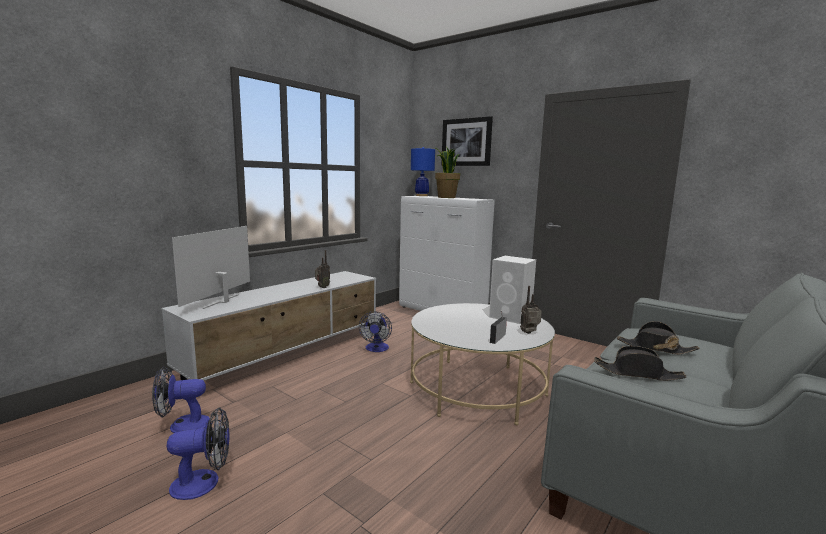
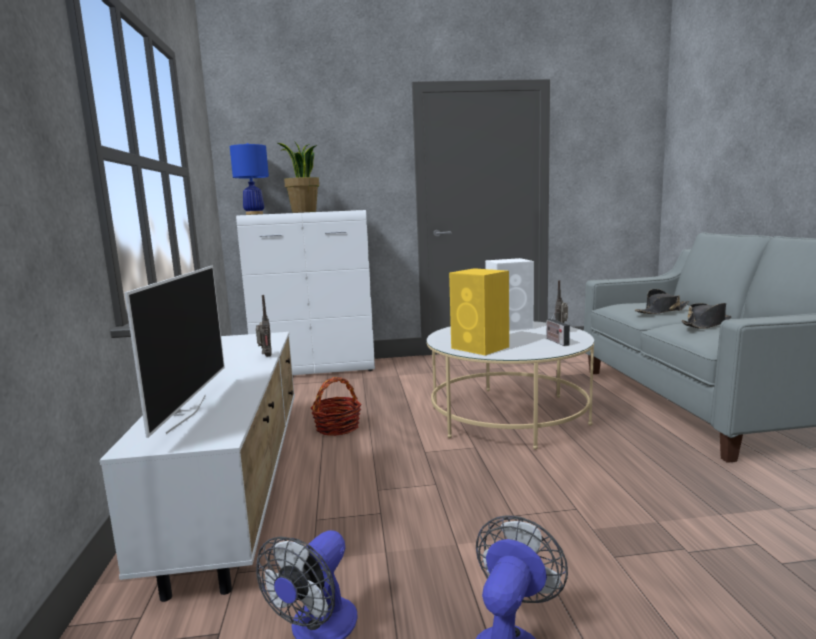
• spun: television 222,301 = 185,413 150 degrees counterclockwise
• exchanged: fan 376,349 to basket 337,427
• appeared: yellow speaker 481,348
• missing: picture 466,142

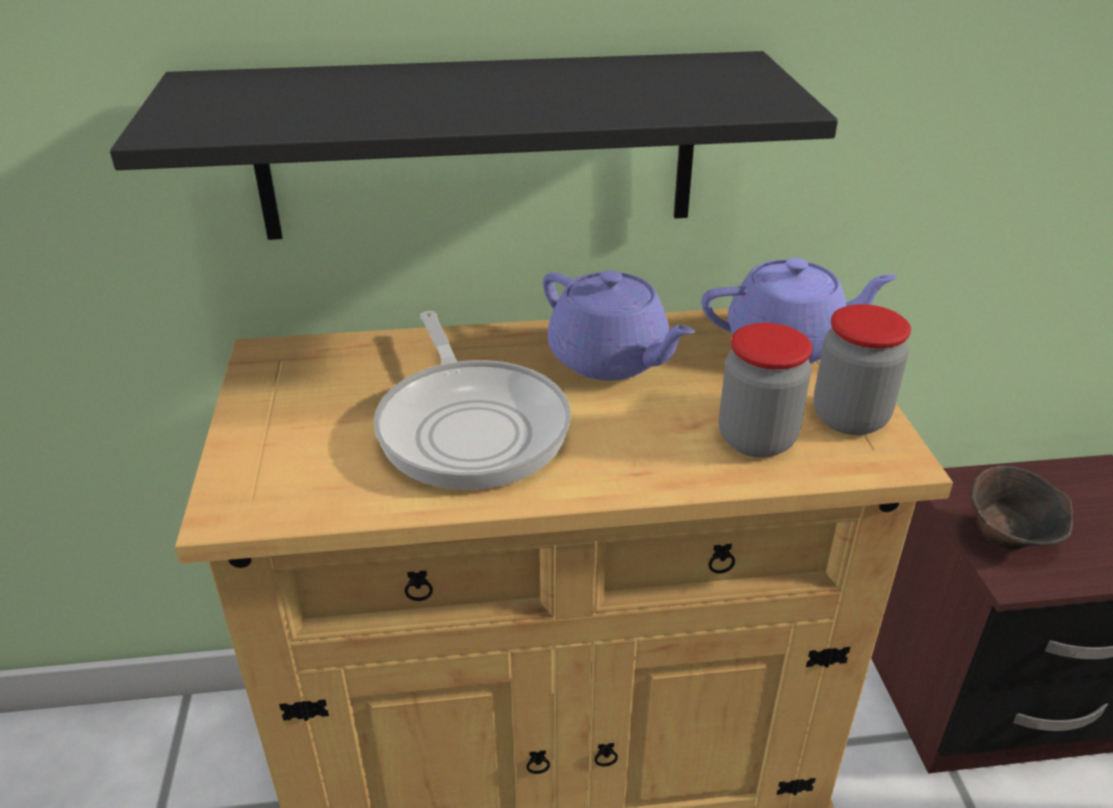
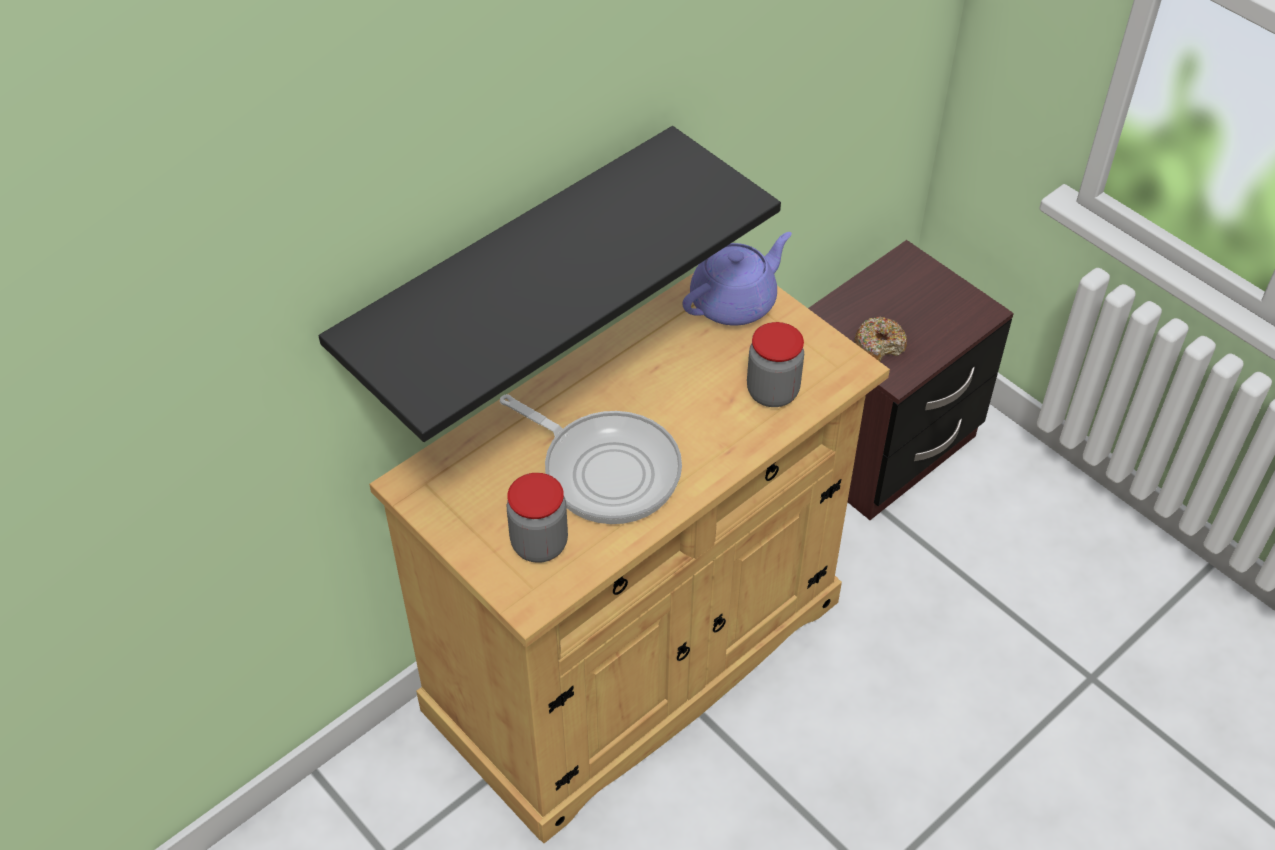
• relocated: jar 849,418 to 539,544
• exchanged: brown bowl 1009,537 to donut 879,345
• missing: purple teapot 610,360

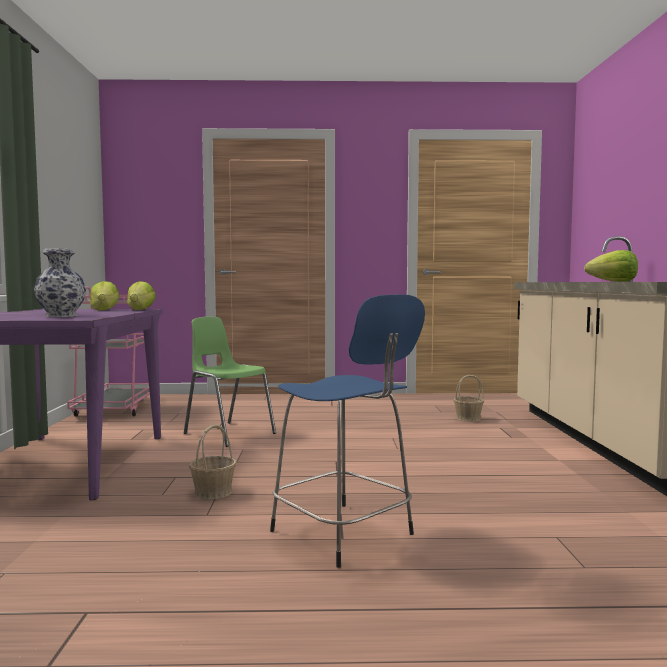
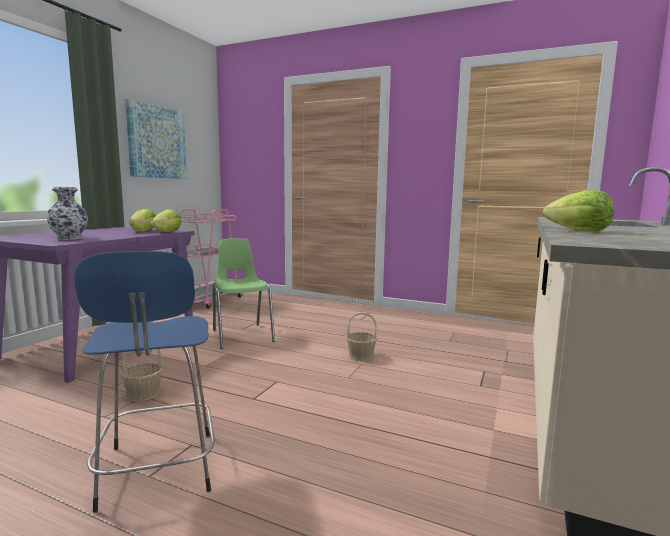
• appeared: picture 156,142
• relocated: basket 468,418 to 360,356

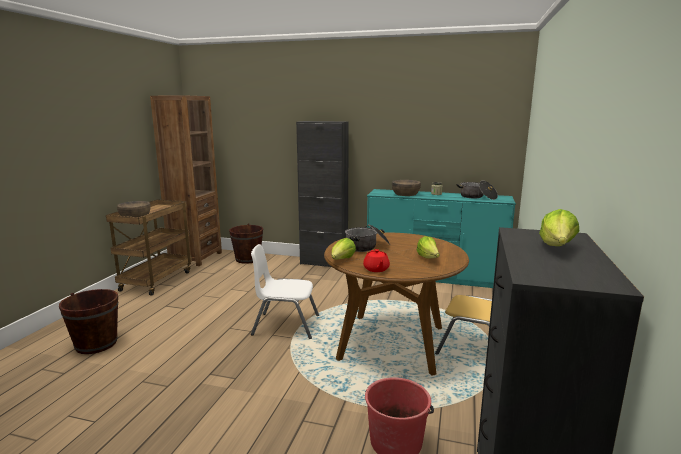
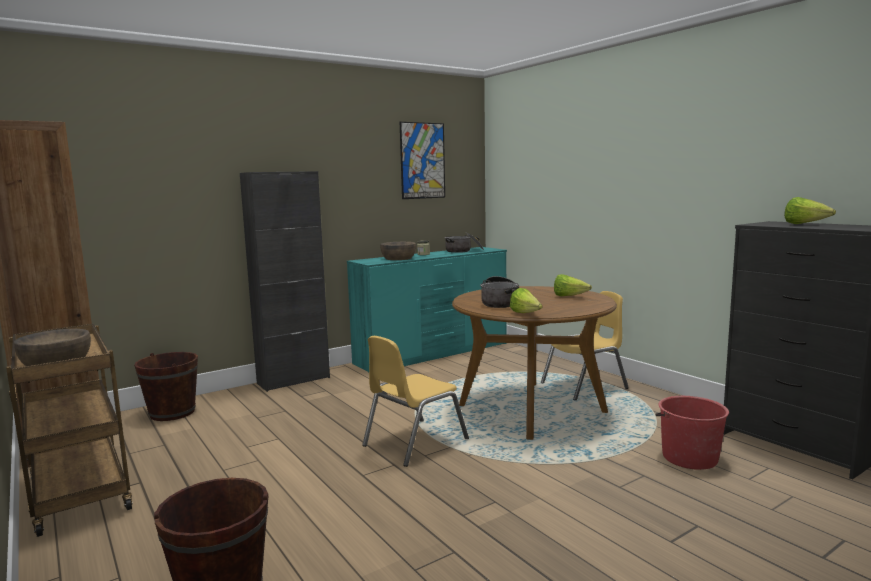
• colour: white chair 285,325 to yellow chair 414,442
• appeared: picture 422,160
• missing: red teapot 376,269

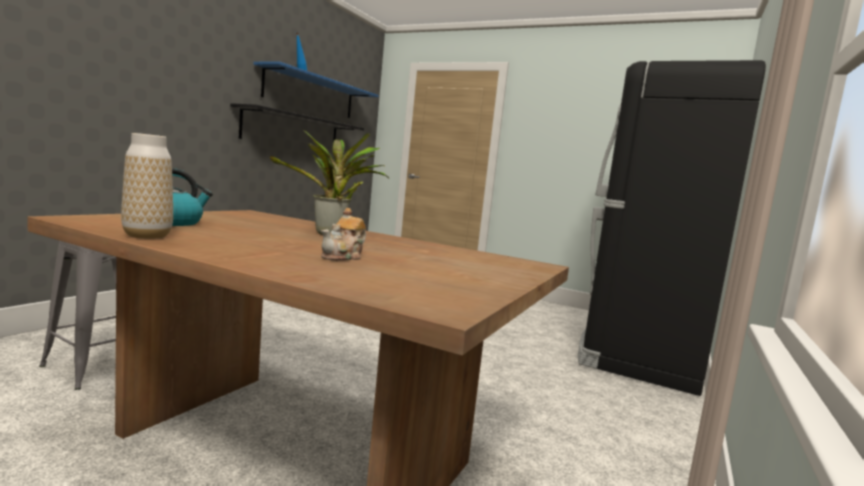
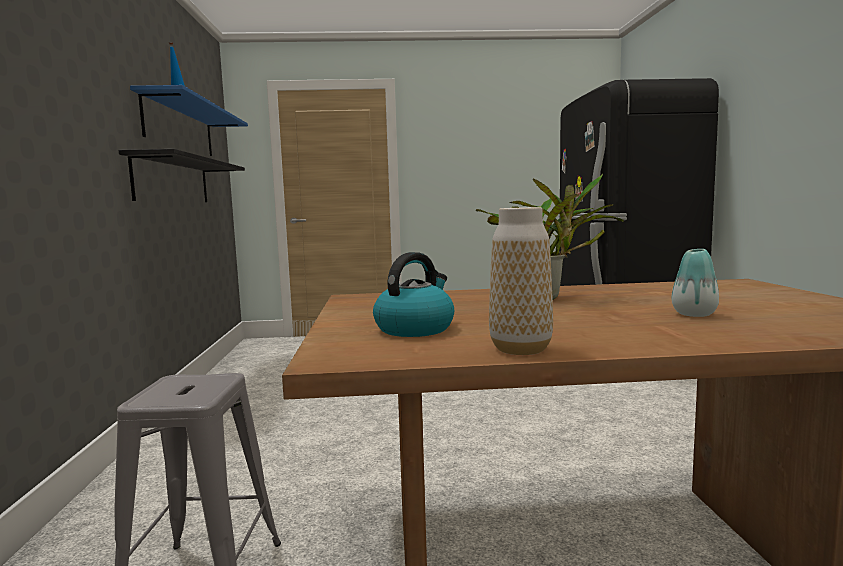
• exchanged: teapot 343,257 to vase 694,314

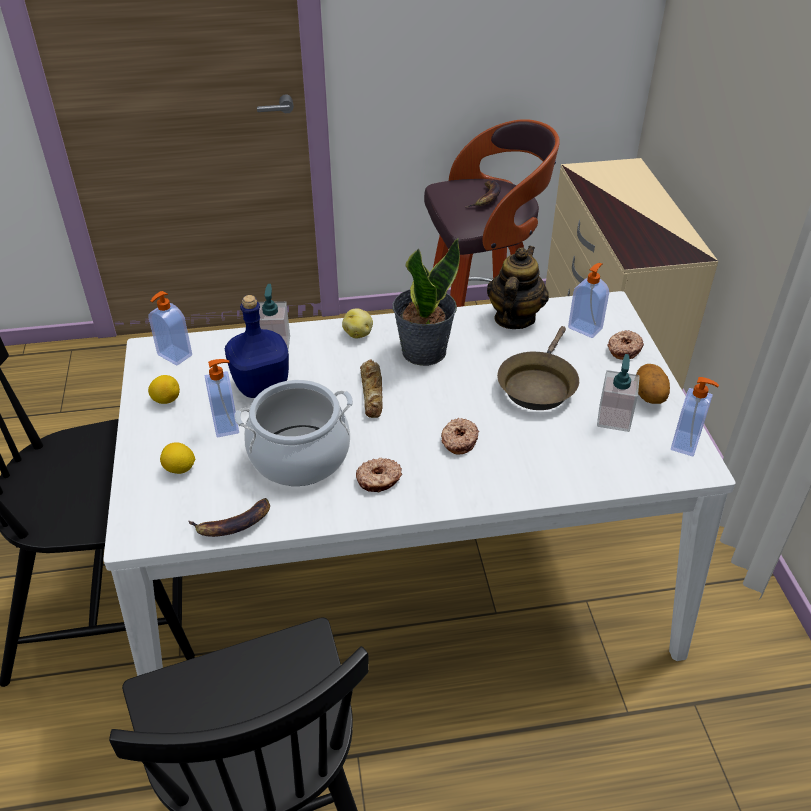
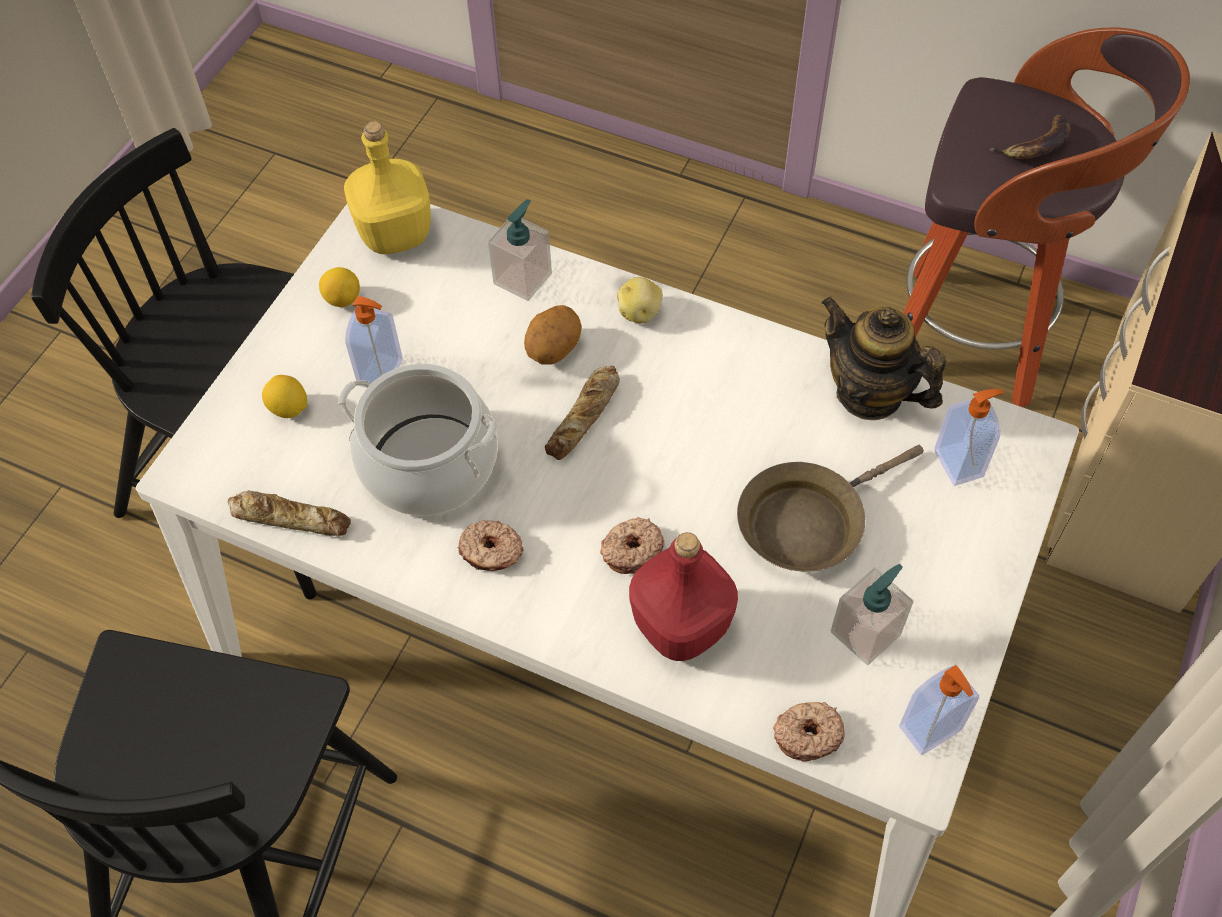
• exchanged: banana 233,524 to bread 290,517
• exchanged: soap dispenser 174,356 to yellow bottle 396,235
• relocated: potato 648,397 to 553,349
• appeared: red bottle 682,628
• relocated: donut 623,349 to 807,734
• spun: teapot 514,318 = 869,394 105 degrees counterclockwise
• missing: blue bottle 260,386
• missing: potted plant 423,351

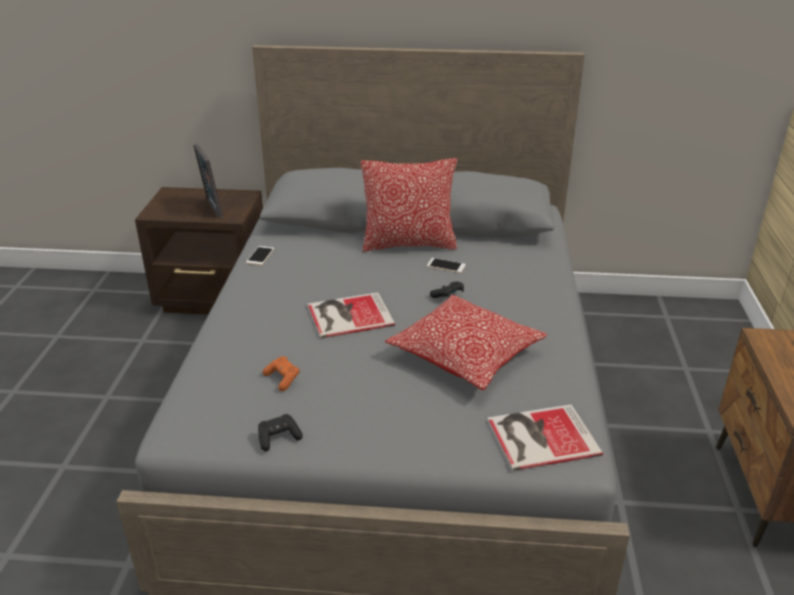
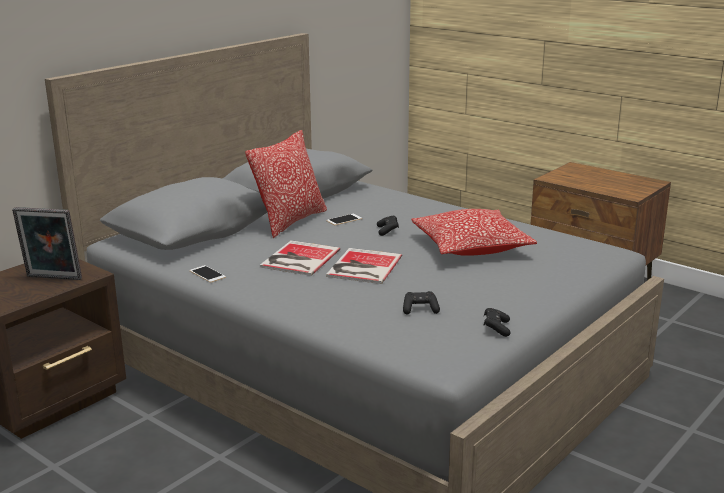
• relocated: book 539,436 to 298,259
• colour: orange game controller 282,379 to black game controller 420,309

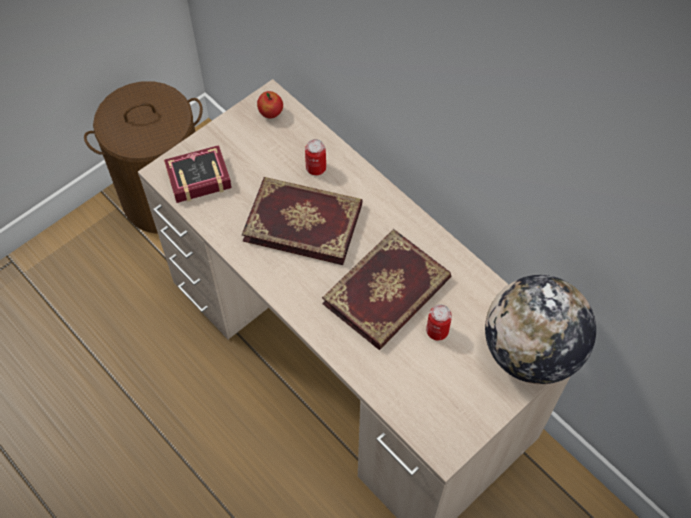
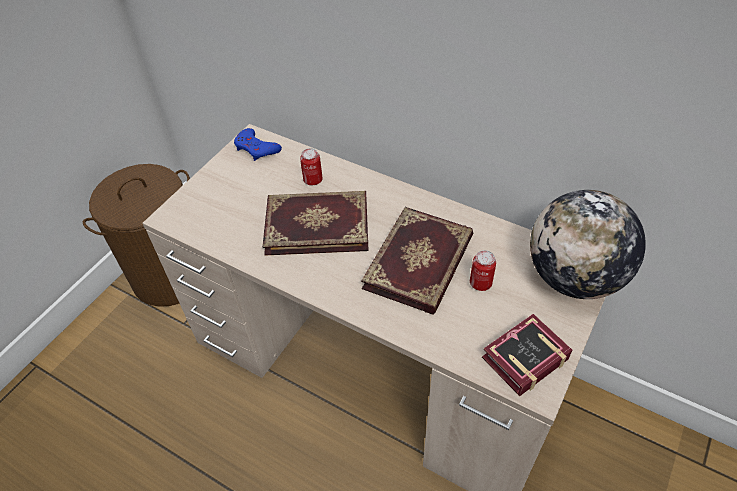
• exchanged: apple 271,113 to blue game controller 256,148
• relocated: book 195,177 to 521,359

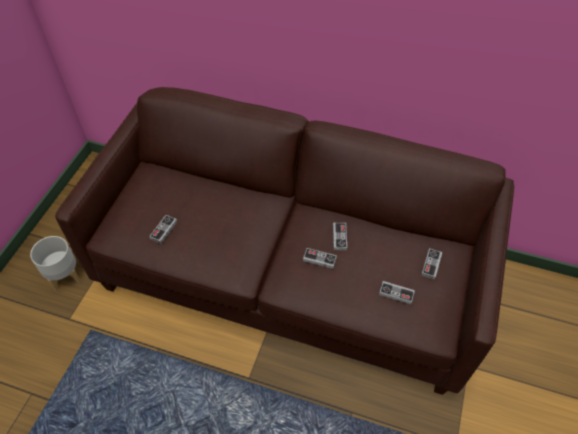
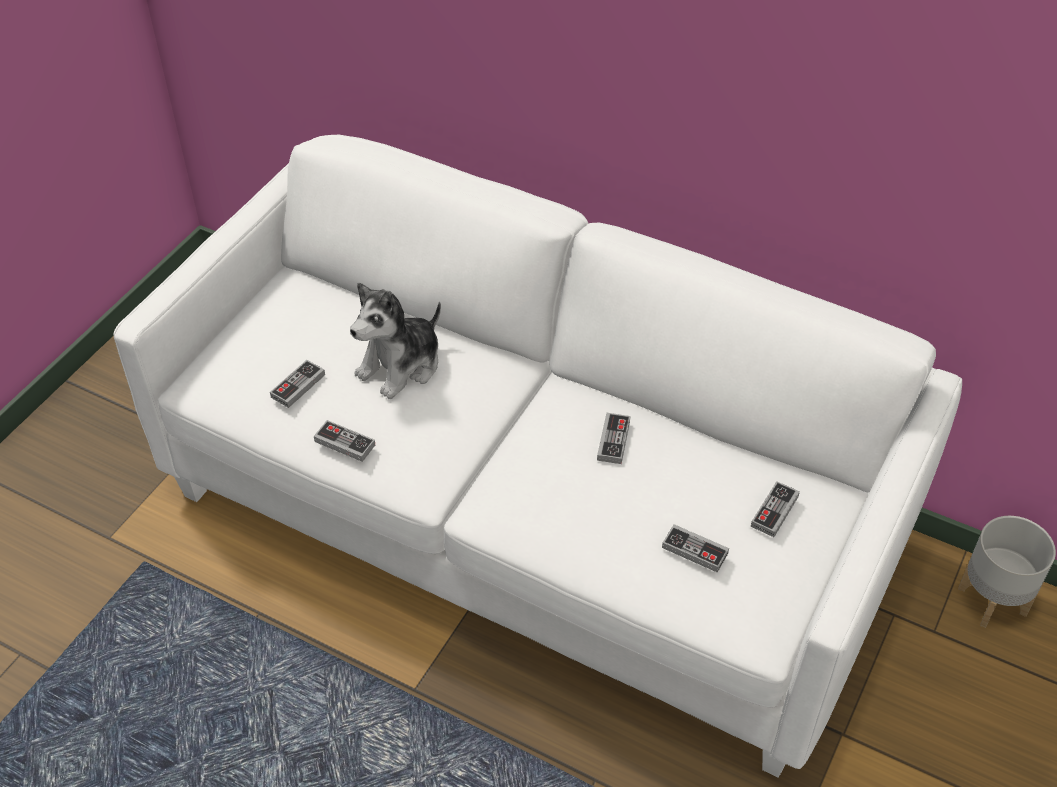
• colour: brown sofa 290,275 to white sofa 531,520
• relocated: game controller 319,259 to 344,443
• appeared: plush toy 401,366
• relocated: grey planter 65,276 to 993,600

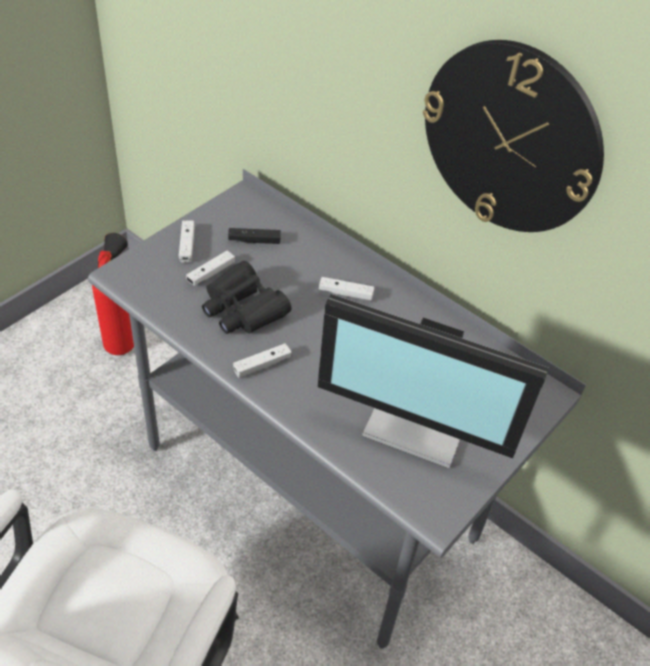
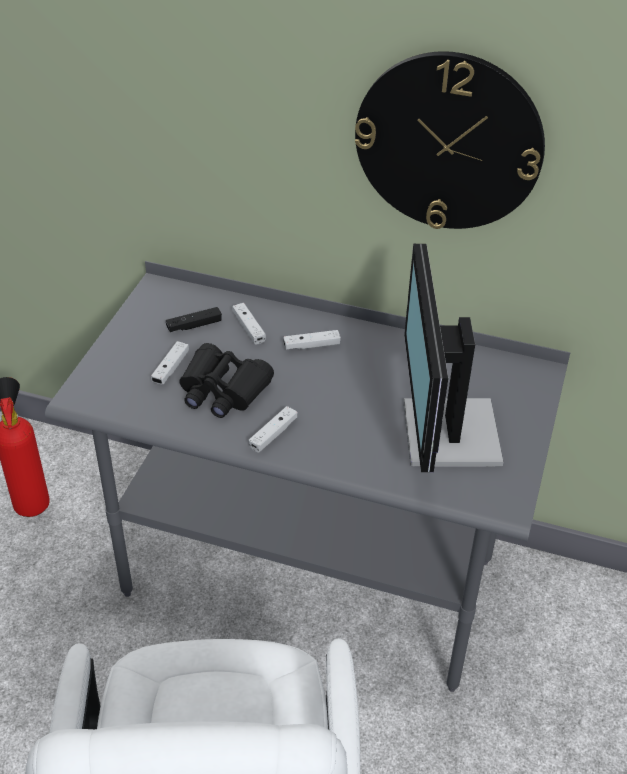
• relocated: white game controller 187,245 to 249,328
• spun: monitor 419,423 = 446,434 90 degrees clockwise

